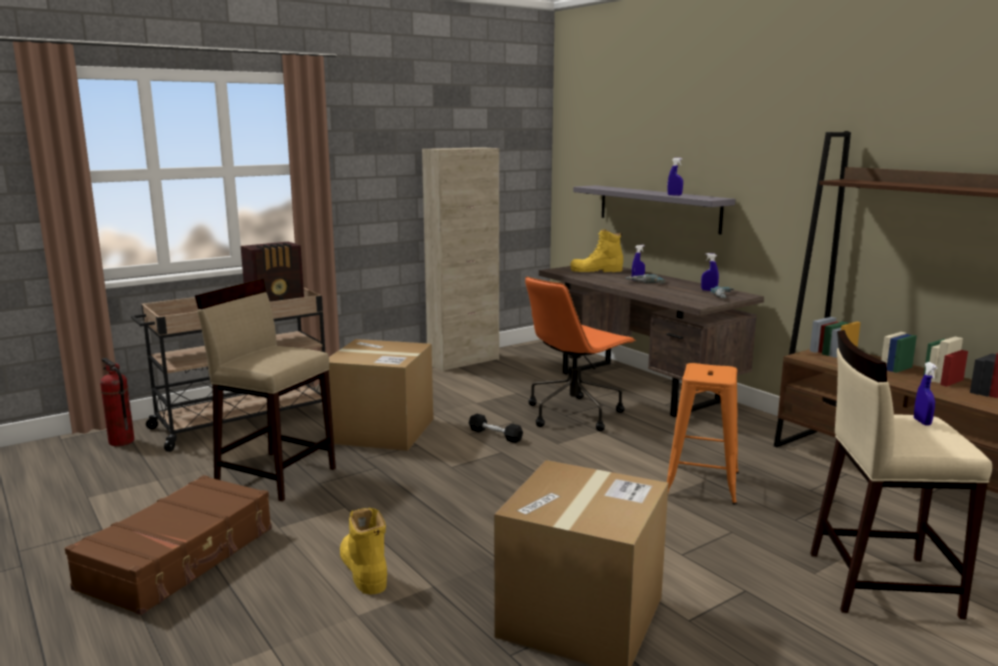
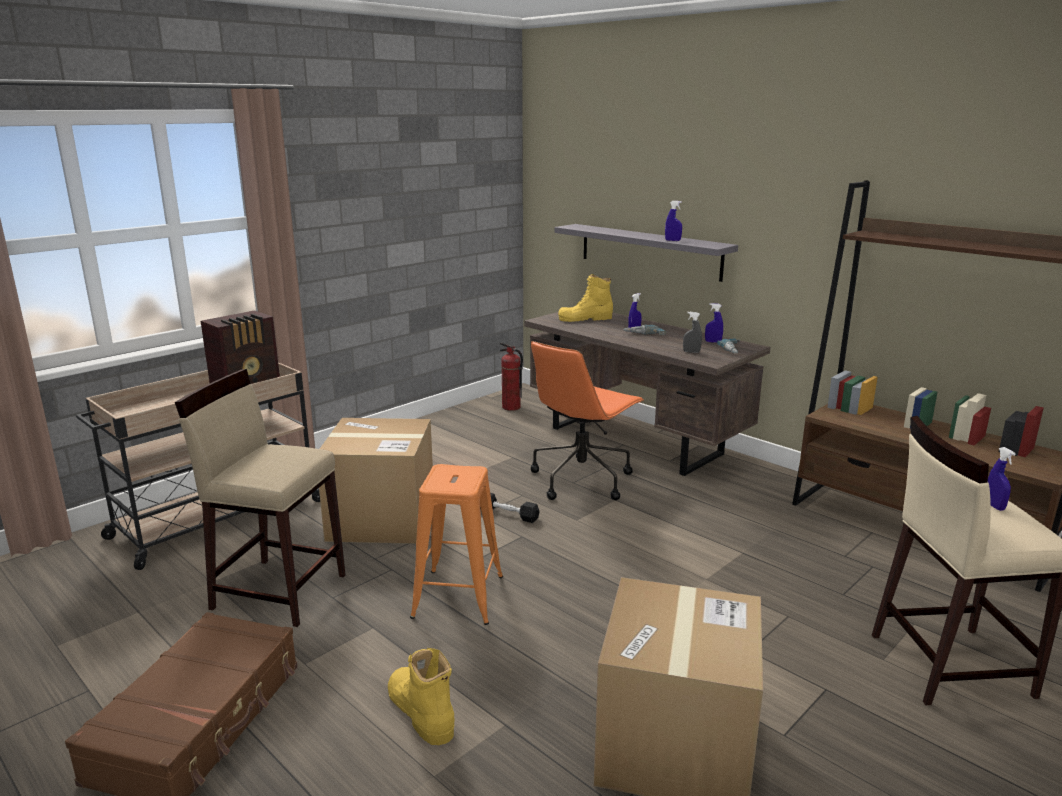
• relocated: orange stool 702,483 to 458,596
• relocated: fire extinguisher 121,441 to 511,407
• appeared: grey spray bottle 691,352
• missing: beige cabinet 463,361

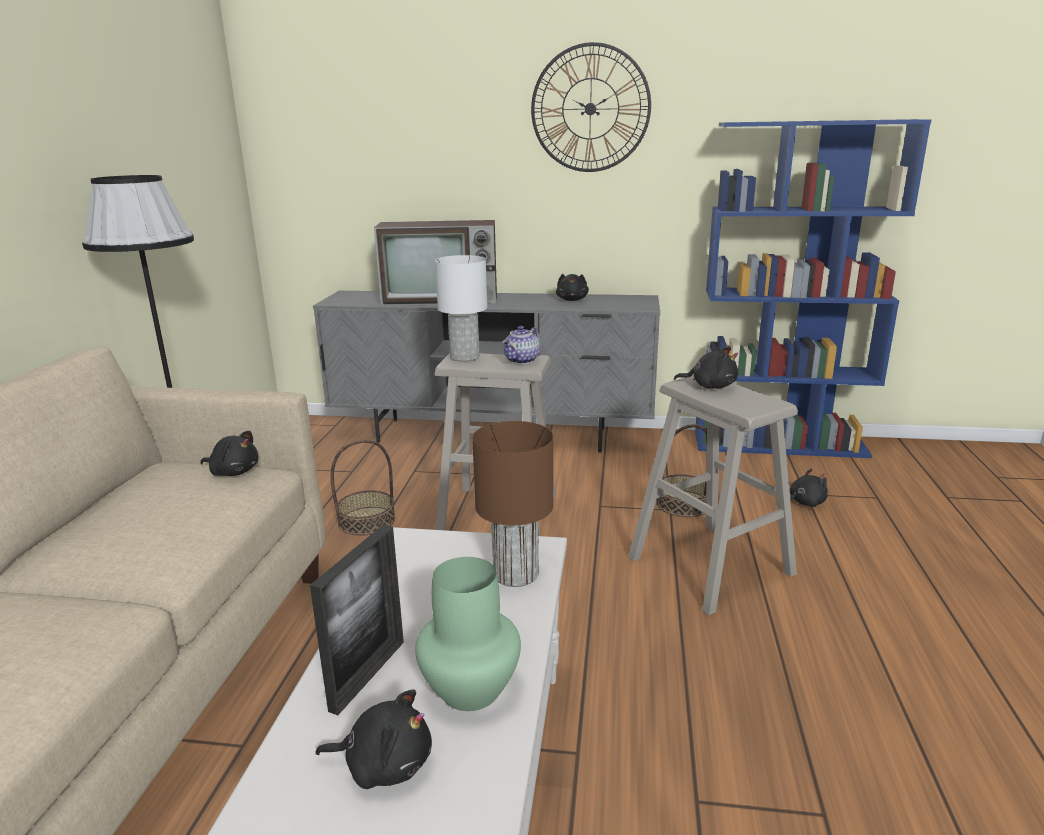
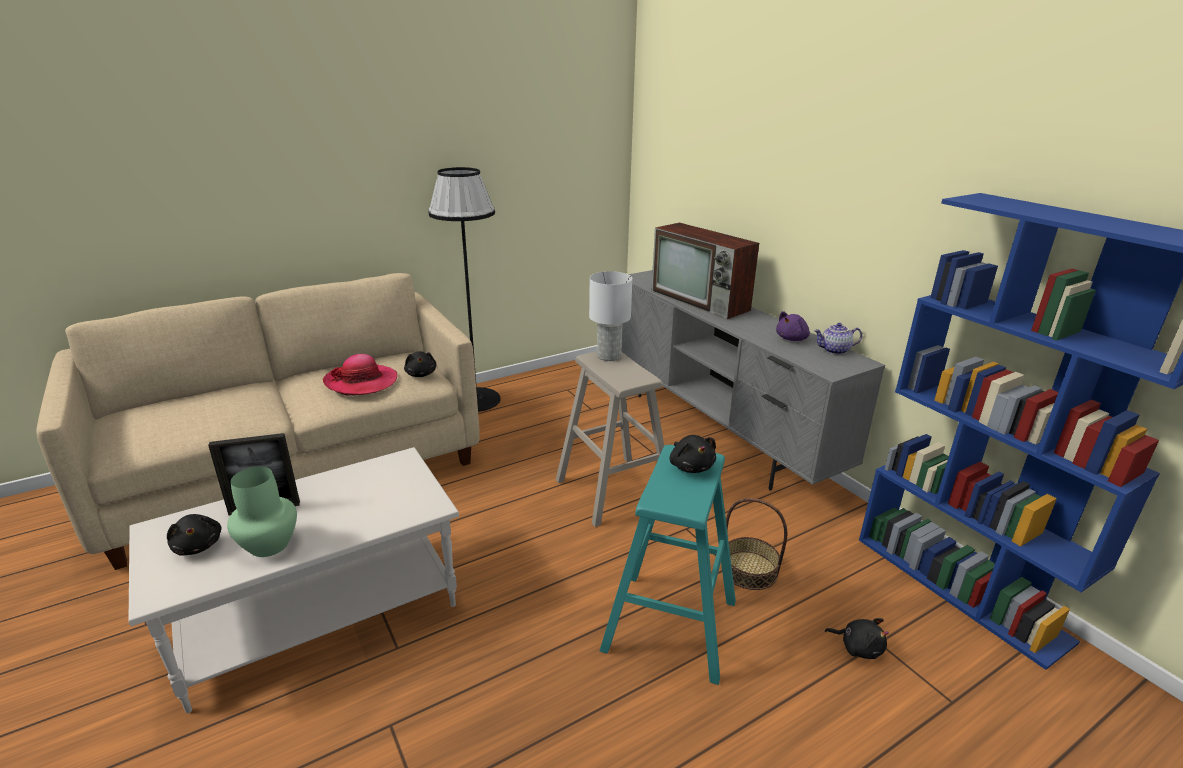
• appeared: hat 361,382
• colour: beige stool 711,566 to turquoise stool 670,625
• colour: black plush toy 572,300 to purple plush toy 792,339
• relocated: teapot 522,361 to 834,351
• missing: basket 366,521
• missing: brown table lamp 515,575
• missing: wall clock 590,109

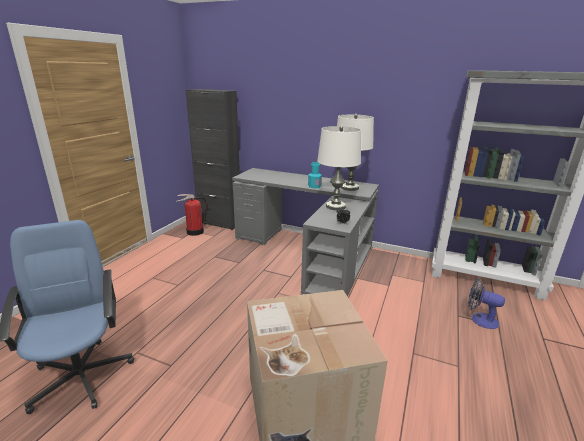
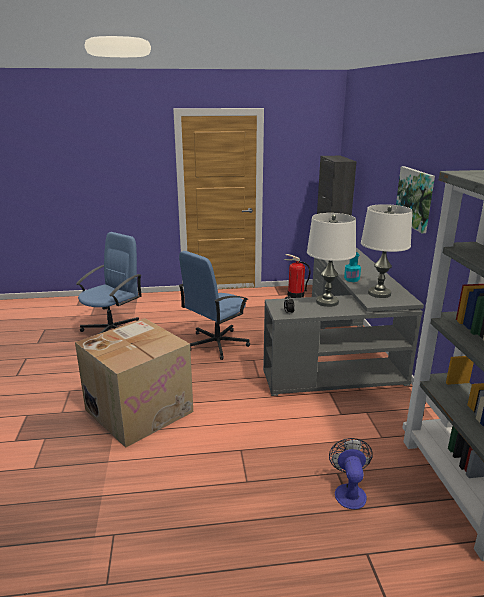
• appeared: blue office chair 216,344
• appeared: picture 415,198

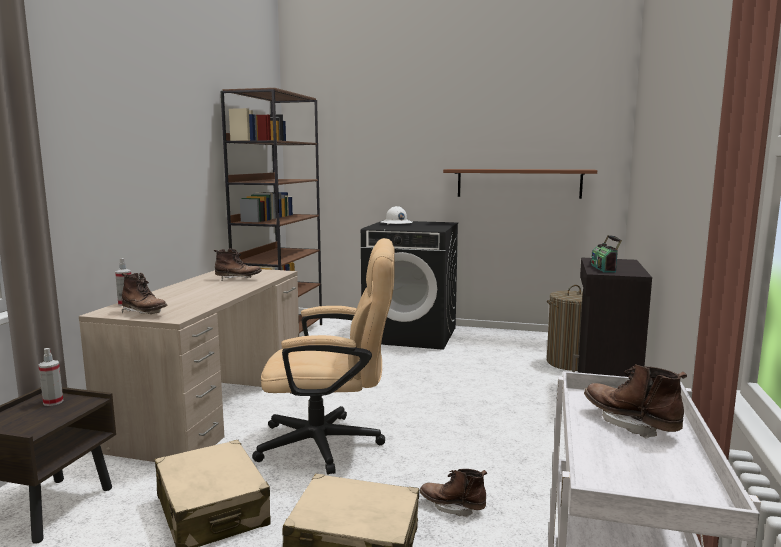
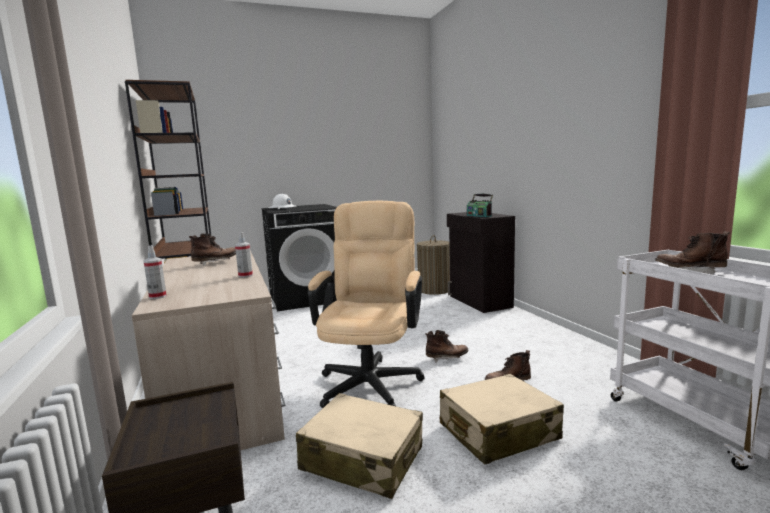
• relocated: spray bottle 53,402 to 245,275
• spun: beige office chair 332,444 = 372,379 45 degrees counterclockwise
• relocated: brown boot 144,313 to 446,358
• missing: brown shelf 518,183

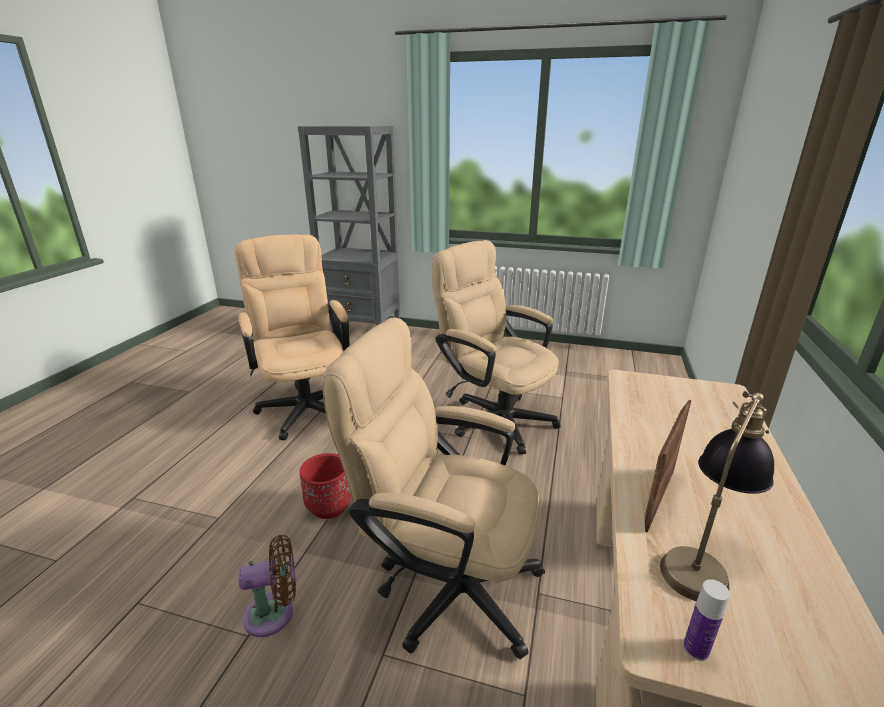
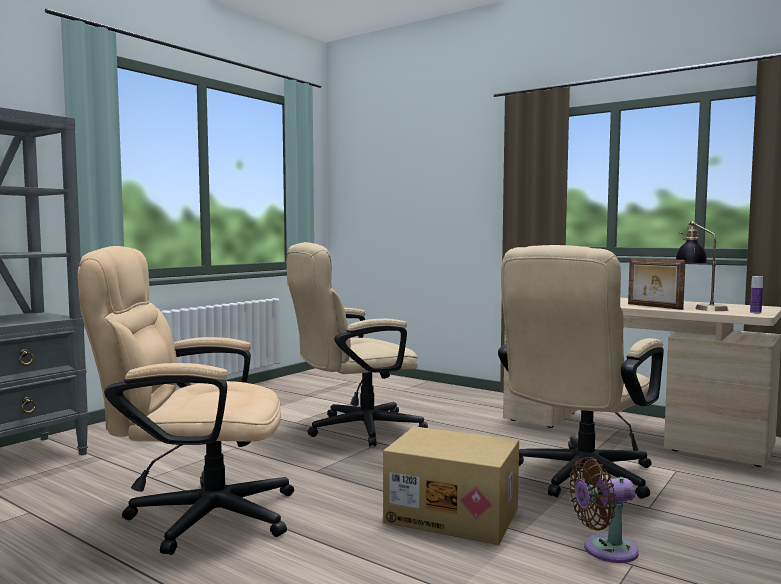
• exchanged: red planter 329,507 to cardboard box 453,515
• spun: brown fan 274,613 = 604,550 105 degrees counterclockwise

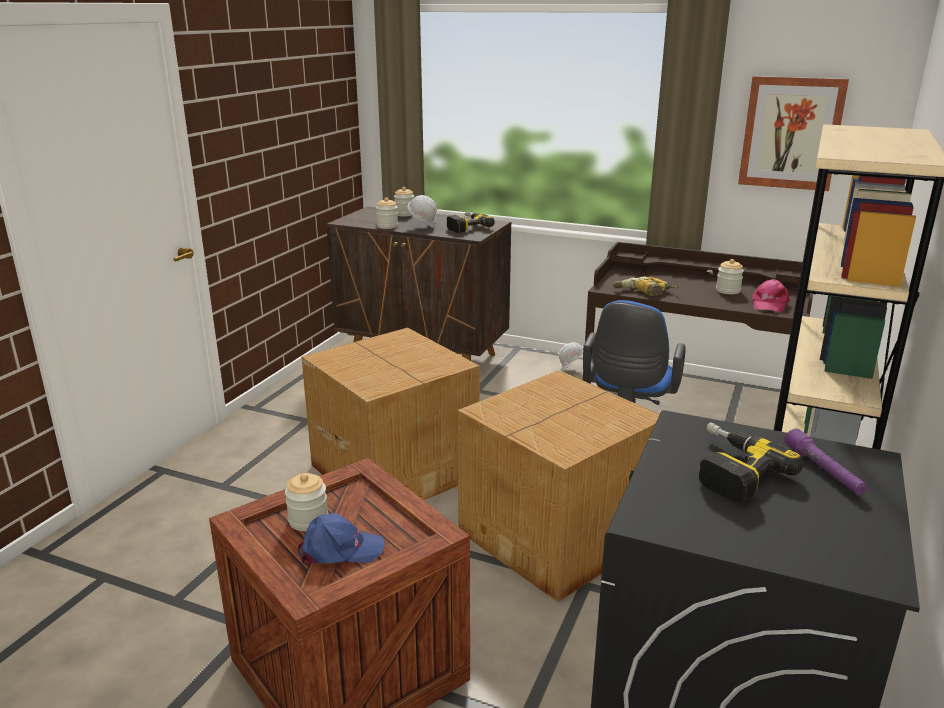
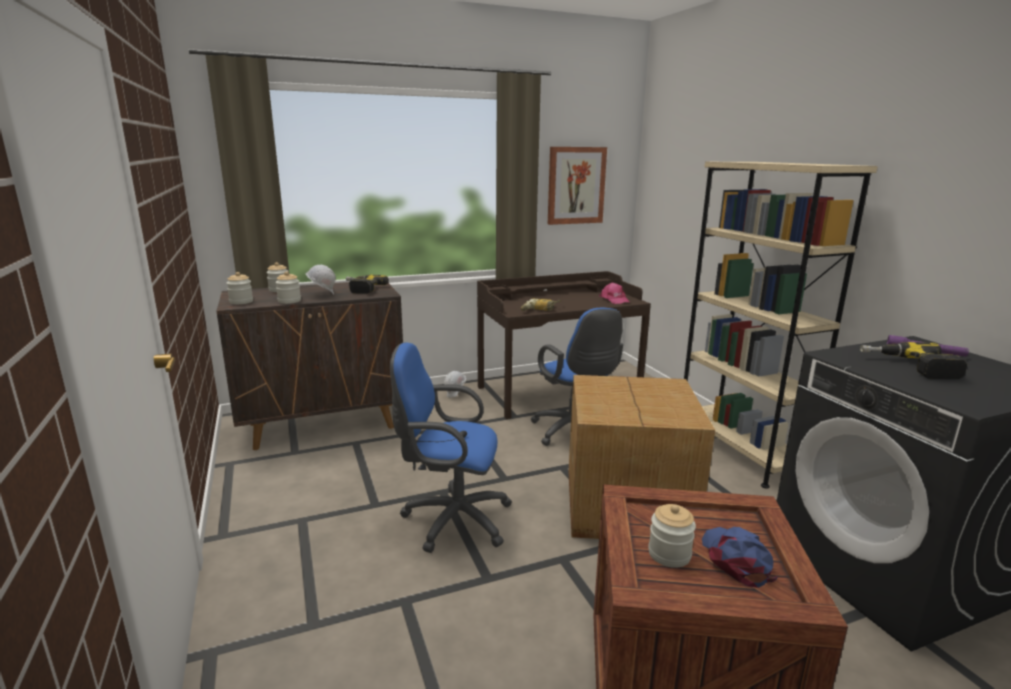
• relocated: jar 728,290 to 241,302
• exchanged: cardboard box 395,469 to blue office chair 451,519
• spun: blue cap 339,550 = 736,559 45 degrees counterclockwise

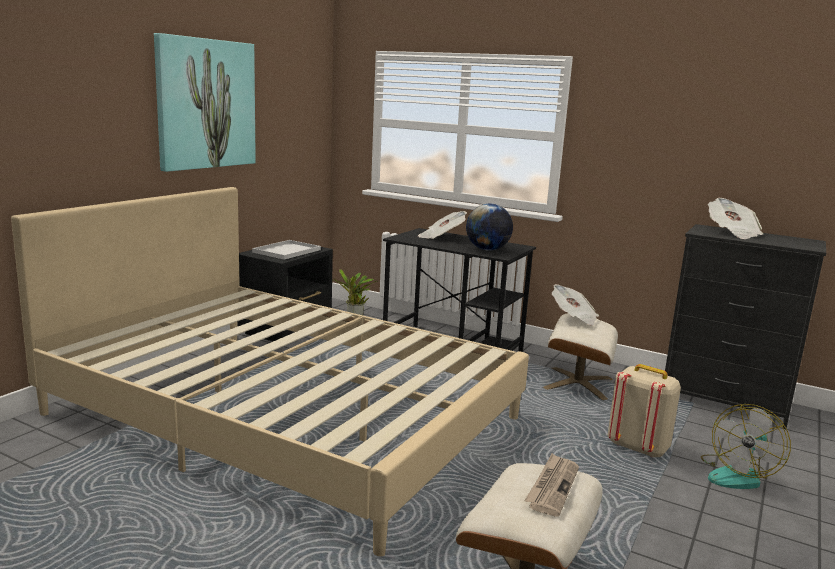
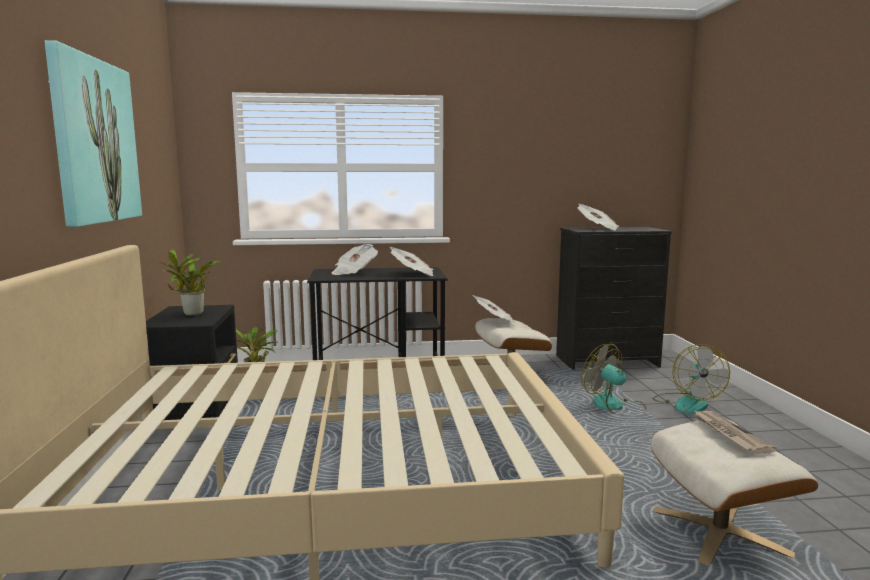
• exchanged: white tray 286,251 to potted plant 191,315
• exchanged: globe 487,249 to newspaper 413,274
• exchanged: beige backpack 638,447 to fan 614,407

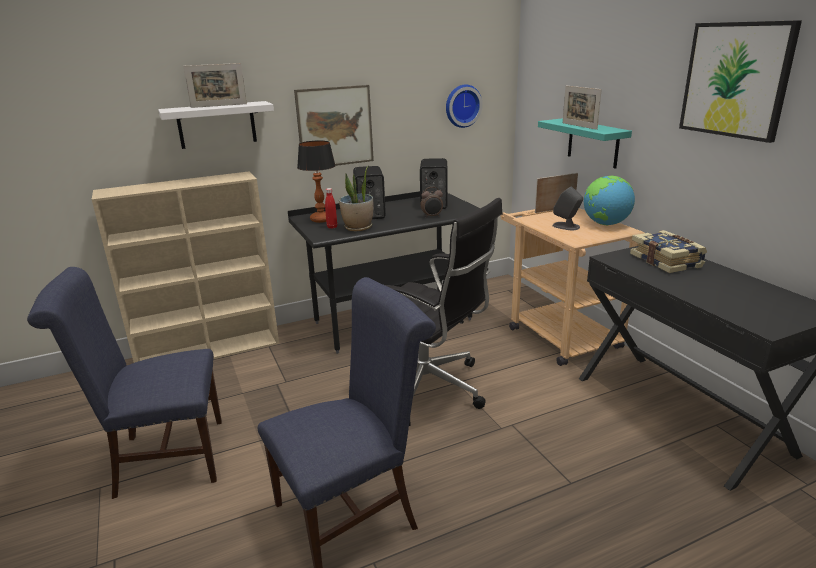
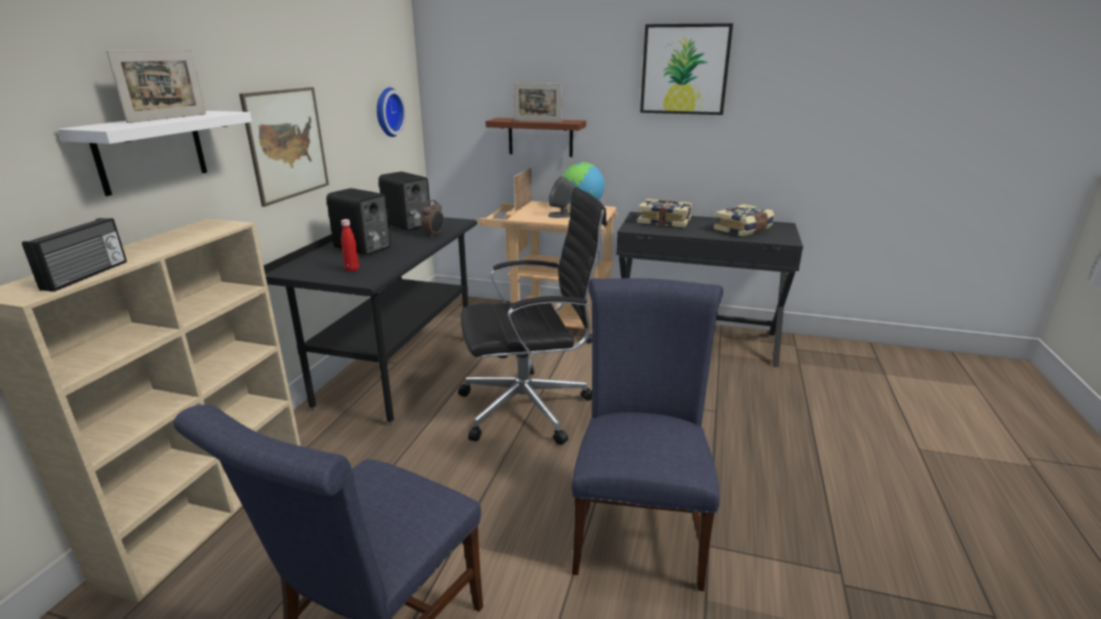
• appeared: radio 87,275
• colour: turquoise shelf 593,143 to brown shelf 540,137
• appeared: book 743,230
• missing: table lamp 322,219
• missing: potted plant 358,228

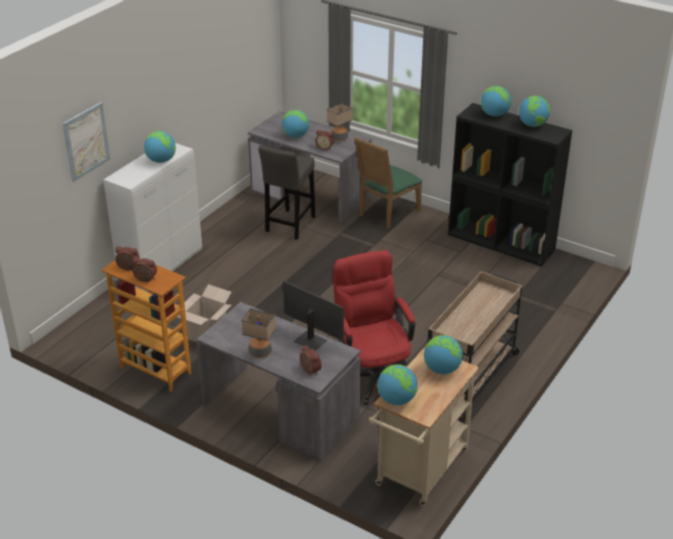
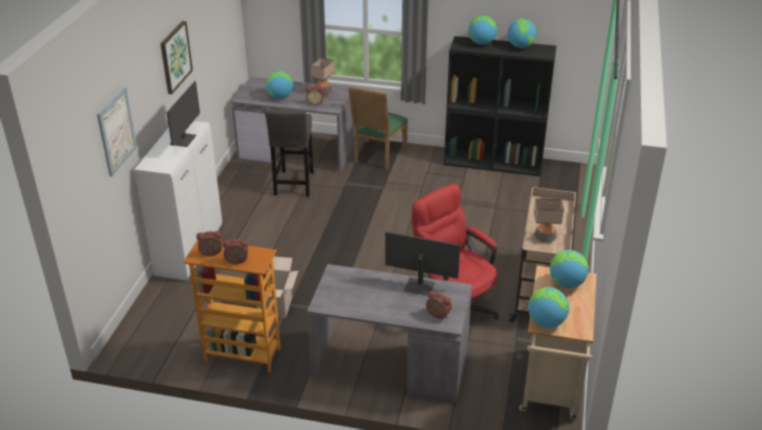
• appeared: picture 175,57
• exchanged: globe 161,160 to monitor 184,140
• relocated: table lamp 260,352 to 545,238

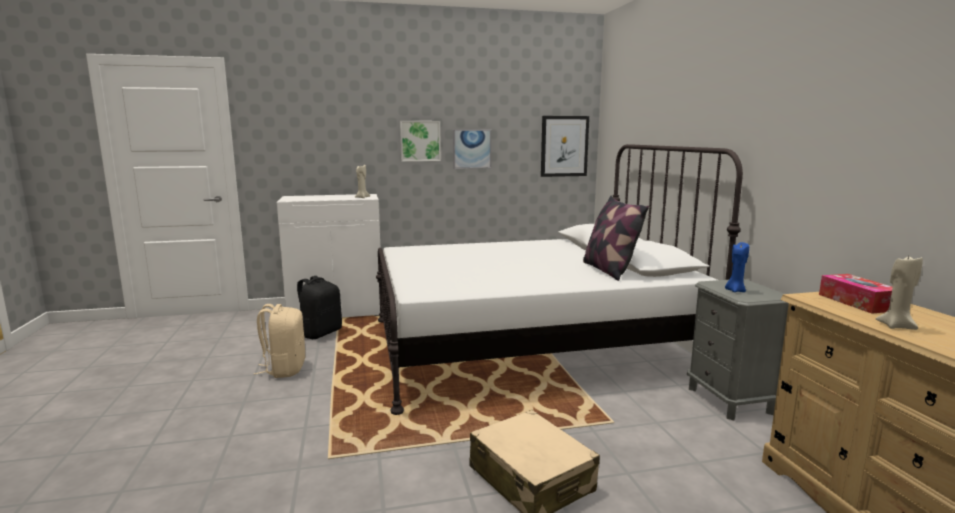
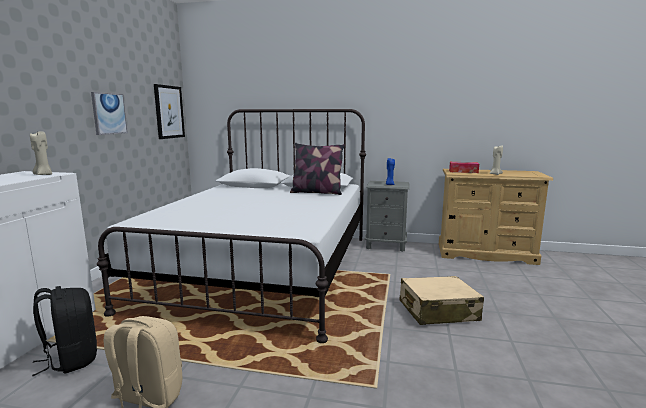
• missing: picture 420,141

